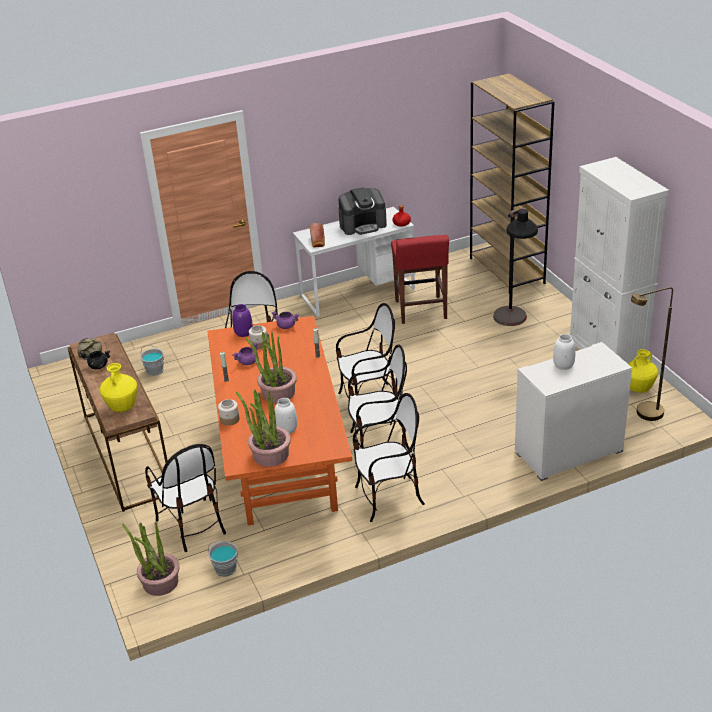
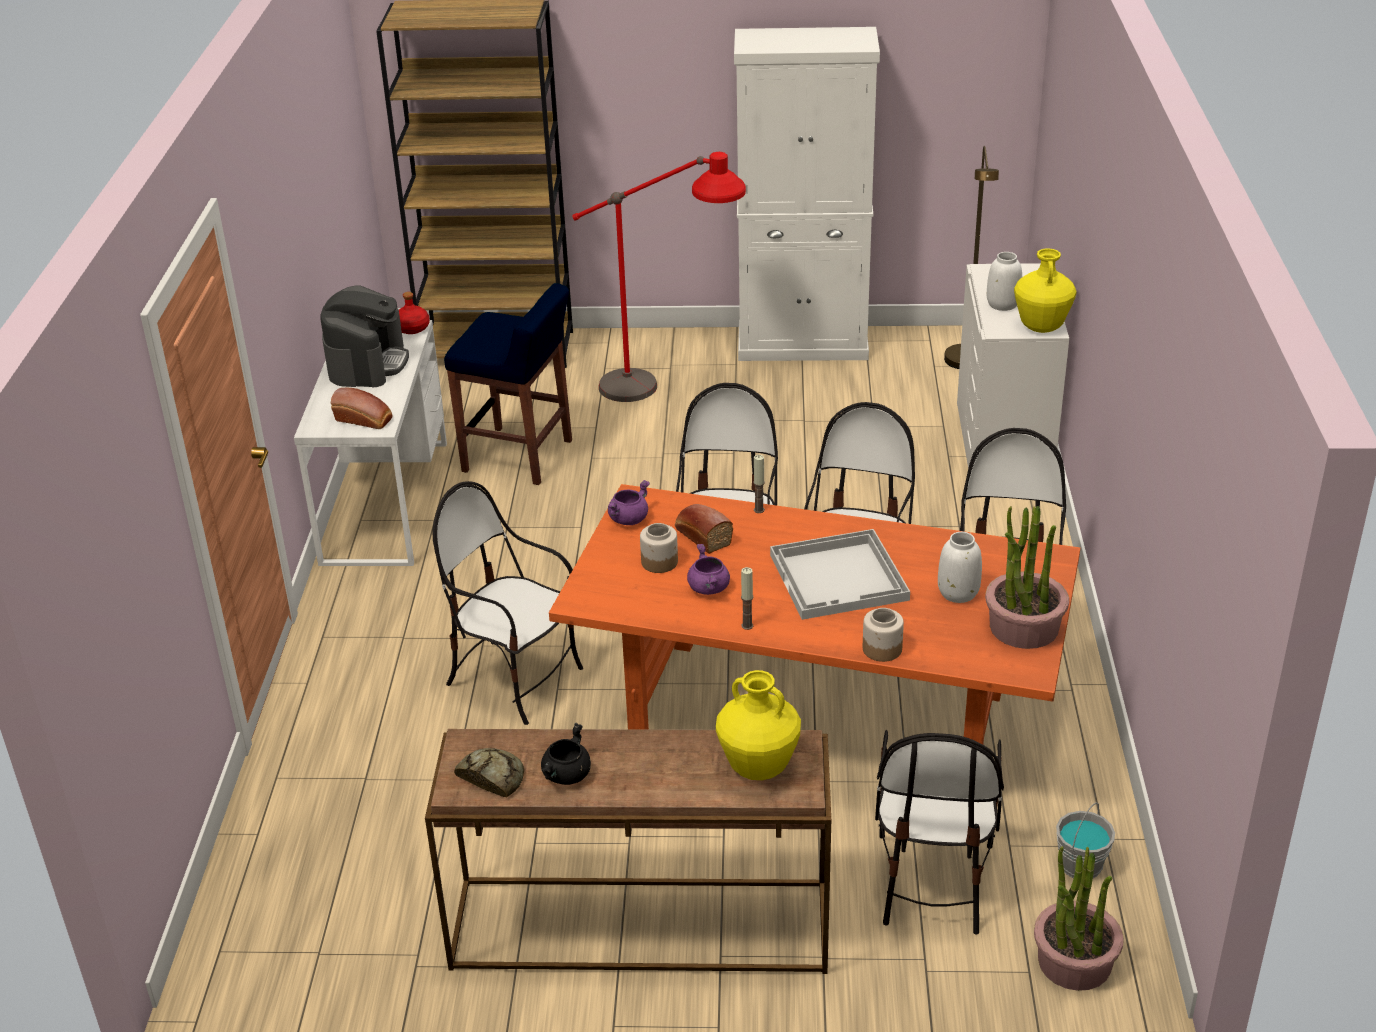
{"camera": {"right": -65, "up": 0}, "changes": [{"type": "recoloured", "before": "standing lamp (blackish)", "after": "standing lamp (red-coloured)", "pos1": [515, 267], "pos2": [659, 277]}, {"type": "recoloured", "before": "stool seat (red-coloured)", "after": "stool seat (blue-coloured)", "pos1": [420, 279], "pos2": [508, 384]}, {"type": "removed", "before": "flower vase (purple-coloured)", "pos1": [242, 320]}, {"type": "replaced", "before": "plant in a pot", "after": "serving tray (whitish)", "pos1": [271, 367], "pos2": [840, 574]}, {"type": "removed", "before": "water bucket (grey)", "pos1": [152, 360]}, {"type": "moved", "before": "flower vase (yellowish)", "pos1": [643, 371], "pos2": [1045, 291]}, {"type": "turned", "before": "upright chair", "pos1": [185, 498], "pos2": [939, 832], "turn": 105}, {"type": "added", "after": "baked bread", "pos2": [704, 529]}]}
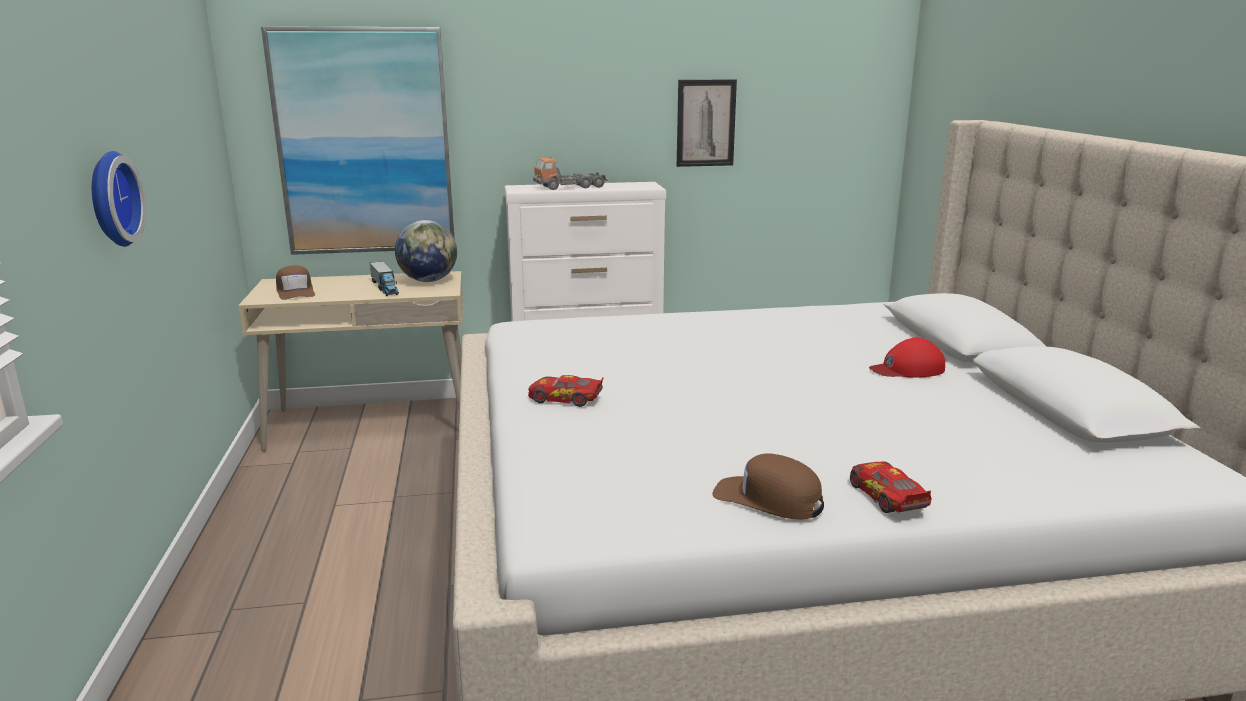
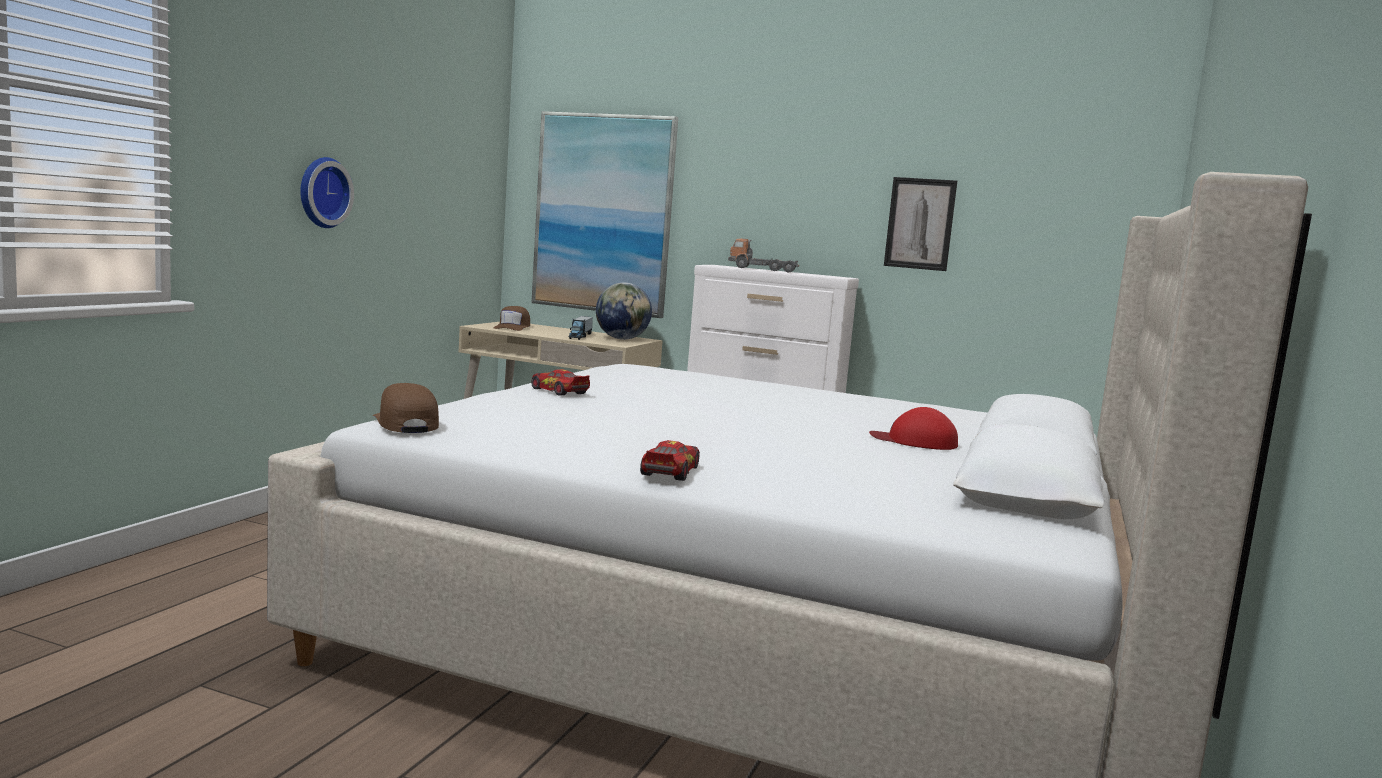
{"camera": {"right": 30, "up": -10}, "changes": [{"type": "moved", "before": "peaked cap (brown-coloured)", "pos1": [768, 486], "pos2": [406, 408]}]}
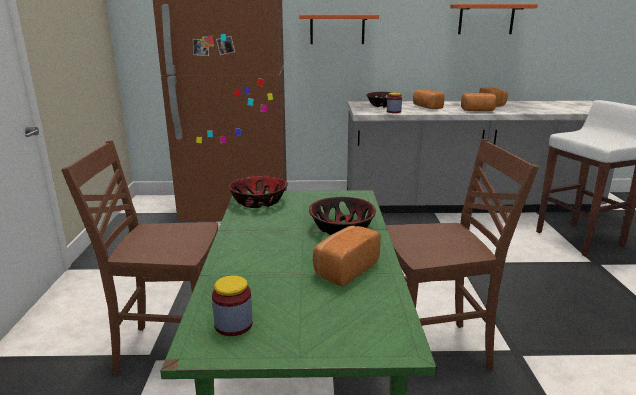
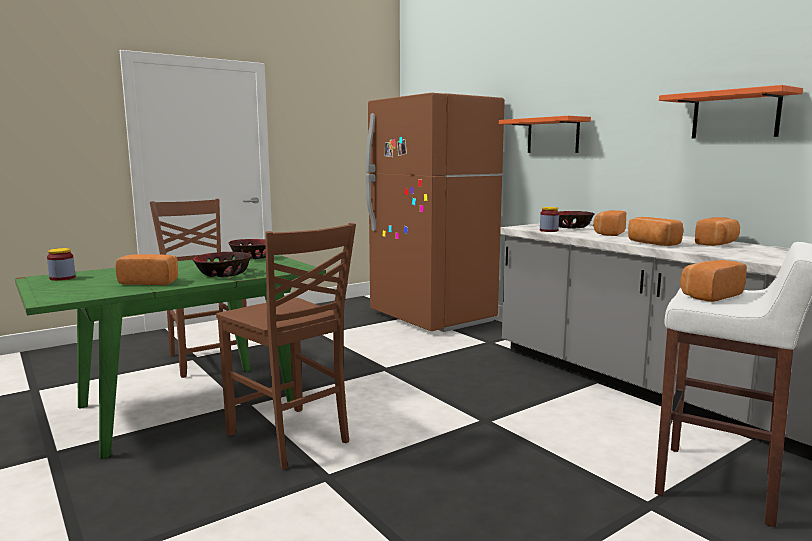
{"camera": {"right": 55, "up": -10}, "changes": [{"type": "added", "after": "baked bread", "pos2": [713, 281]}]}
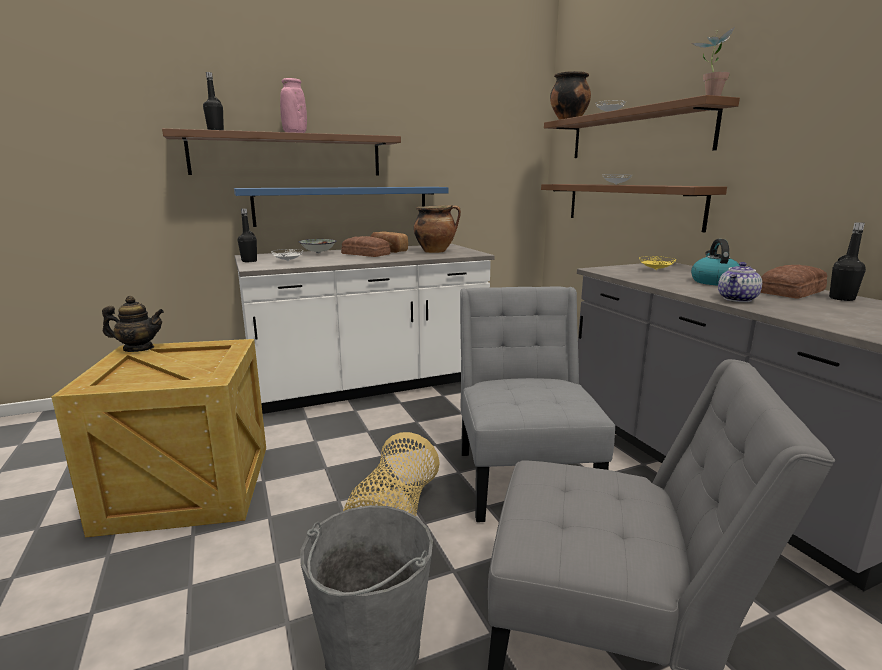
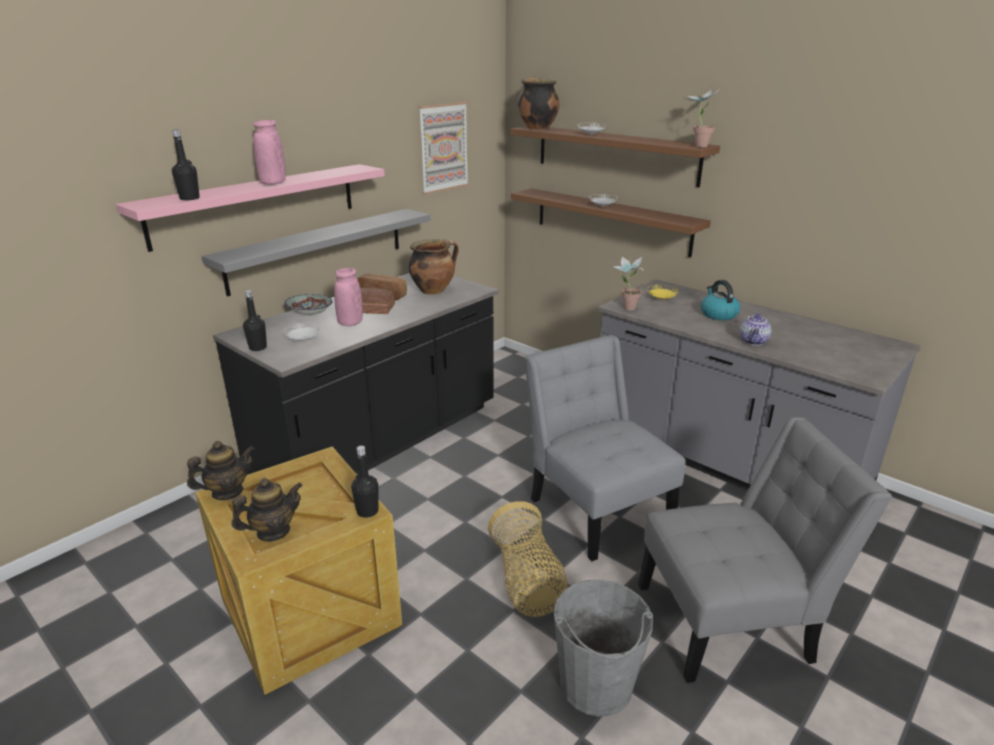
{"camera": {"right": -25, "up": 10}, "changes": [{"type": "recoloured", "before": "wall shelf (brown-coloured)", "after": "wall shelf (pink)", "pos1": [281, 151], "pos2": [250, 208]}, {"type": "recoloured", "before": "wall shelf (blue-coloured)", "after": "wall shelf (grey)", "pos1": [341, 207], "pos2": [316, 253]}, {"type": "moved", "before": "drink bottle (blackish)", "pos1": [847, 261], "pos2": [365, 481]}, {"type": "recoloured", "before": "counter (whitish)", "after": "counter (blackish)", "pos1": [365, 329], "pos2": [356, 374]}, {"type": "removed", "before": "baked bread", "pos1": [793, 282]}, {"type": "added", "after": "wall art", "pos2": [443, 148]}, {"type": "added", "after": "plant in a pot", "pos2": [628, 283]}, {"type": "added", "after": "flower vase (pink)", "pos2": [348, 297]}, {"type": "added", "after": "tea pot", "pos2": [267, 509]}]}
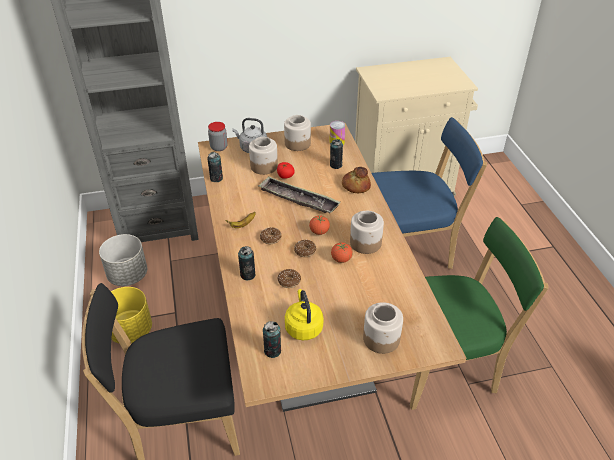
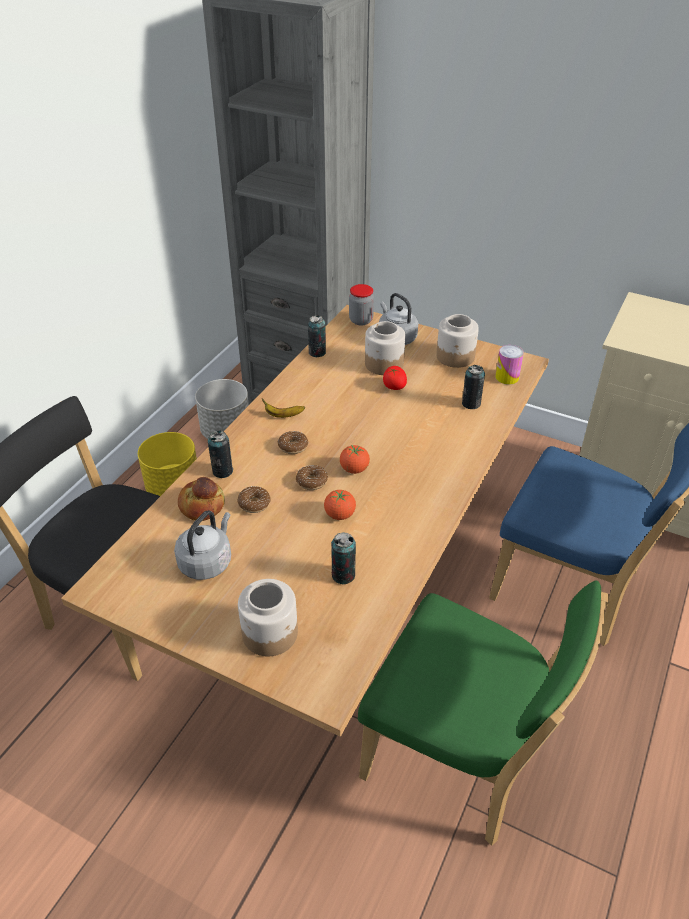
{"camera": {"right": 40, "up": 0}, "changes": [{"type": "moved", "before": "baked bread", "pos1": [356, 180], "pos2": [201, 499]}, {"type": "removed", "before": "serving tray", "pos1": [299, 194]}, {"type": "removed", "before": "preserve jar", "pos1": [367, 232]}, {"type": "recoloured", "before": "kettle (yellowish)", "after": "kettle (grey)", "pos1": [304, 314], "pos2": [202, 545]}, {"type": "moved", "before": "can", "pos1": [272, 339], "pos2": [343, 558]}]}
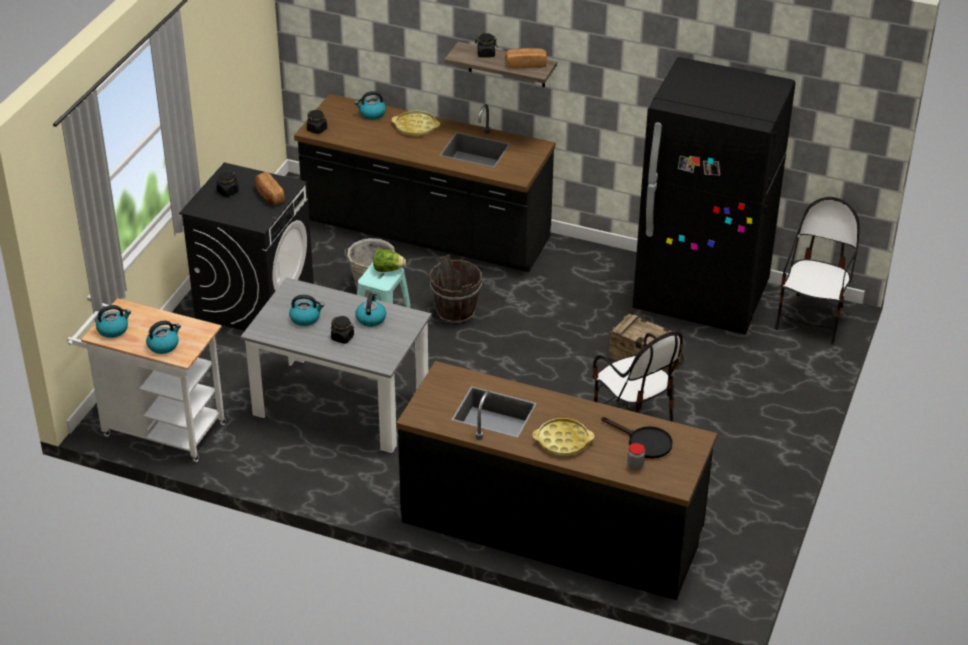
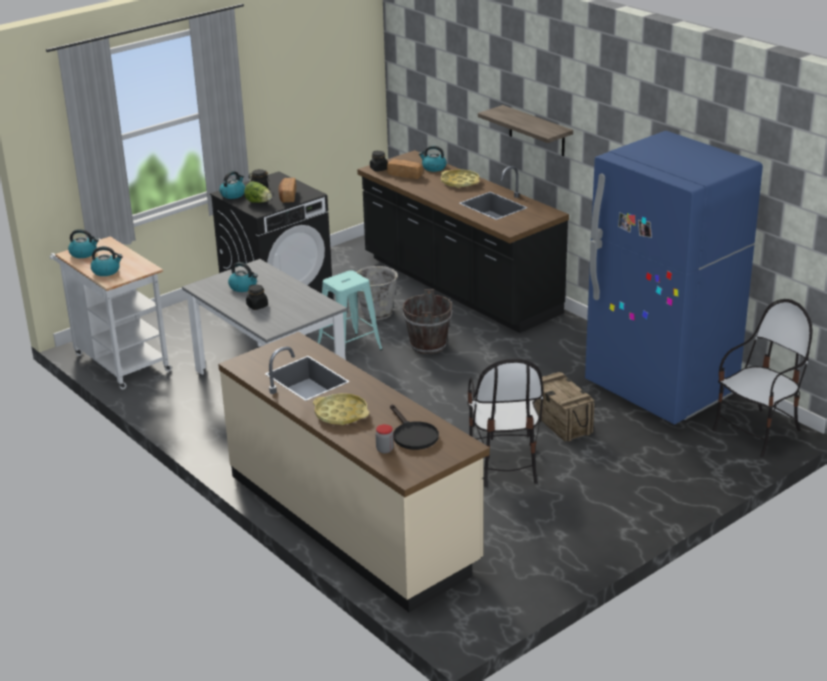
{"camera": {"right": 30, "up": -10}, "changes": [{"type": "removed", "before": "preserve jar (blackish)", "pos1": [486, 45]}, {"type": "moved", "before": "baked bread", "pos1": [526, 58], "pos2": [405, 169]}, {"type": "recoloured", "before": "fridge (blackish)", "after": "fridge (blue-coloured)", "pos1": [714, 196], "pos2": [674, 278]}, {"type": "moved", "before": "lettuce head", "pos1": [389, 260], "pos2": [258, 192]}, {"type": "moved", "before": "kettle", "pos1": [370, 310], "pos2": [232, 185]}, {"type": "recoloured", "before": "counter (blackish)", "after": "counter (beige)", "pos1": [556, 480], "pos2": [354, 472]}]}
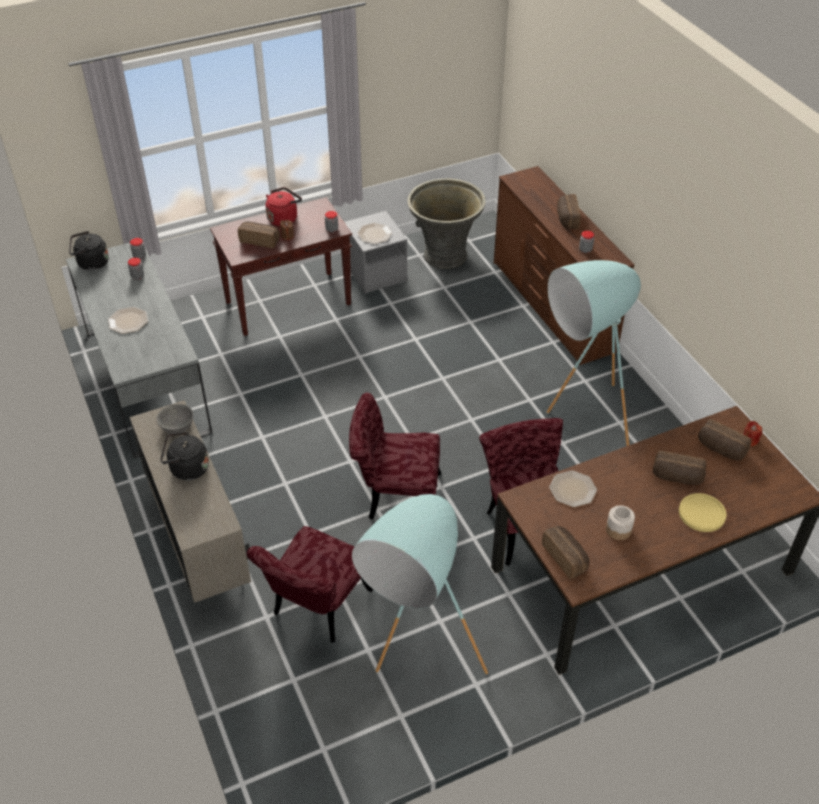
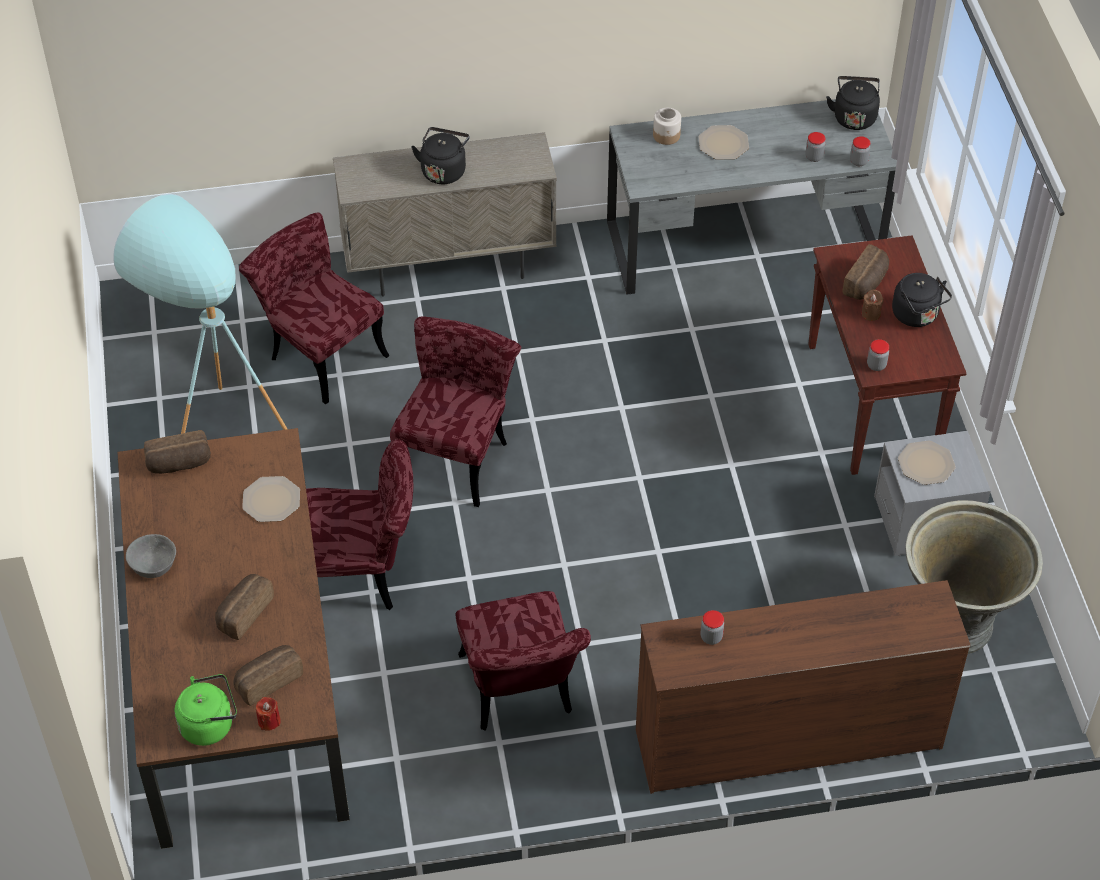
{"camera": {"right": 105, "up": 5}, "changes": [{"type": "recoloured", "before": "kettle (red-coloured)", "after": "kettle (blackish)", "pos1": [283, 206], "pos2": [922, 300]}, {"type": "removed", "before": "baked bread", "pos1": [569, 211]}, {"type": "replaced", "before": "standing lamp (turquoise)", "after": "upright chair (red-coloured)", "pos1": [594, 353], "pos2": [523, 661]}, {"type": "moved", "before": "bowl (grey)", "pos1": [174, 419], "pos2": [151, 556]}, {"type": "removed", "before": "flat dish (yellowish)", "pos1": [702, 512]}, {"type": "moved", "before": "preserve jar", "pos1": [620, 522], "pos2": [667, 126]}, {"type": "added", "after": "kettle (green)", "pos2": [206, 710]}]}
